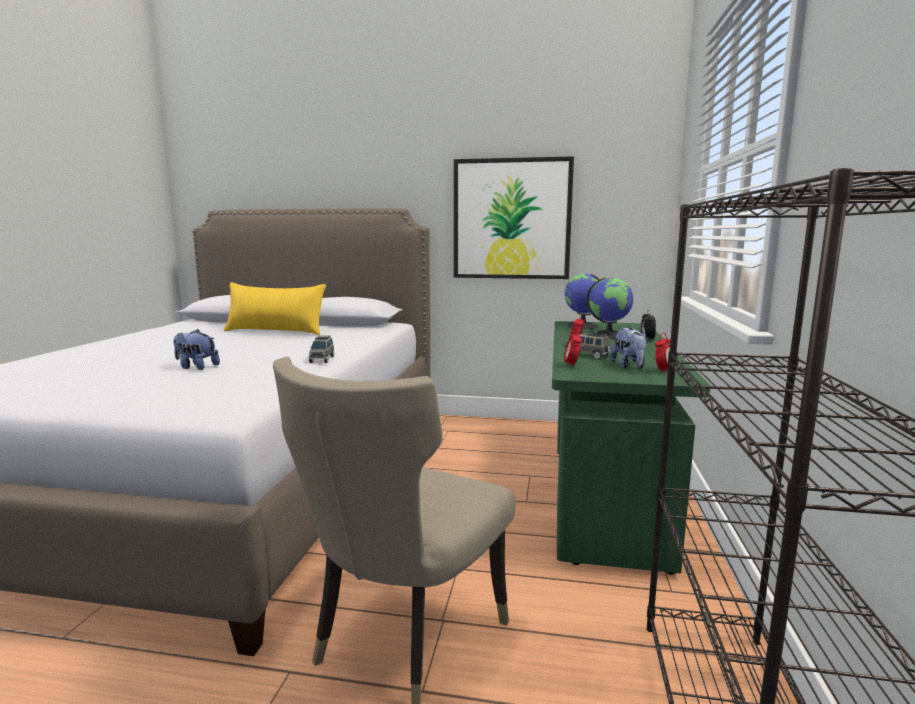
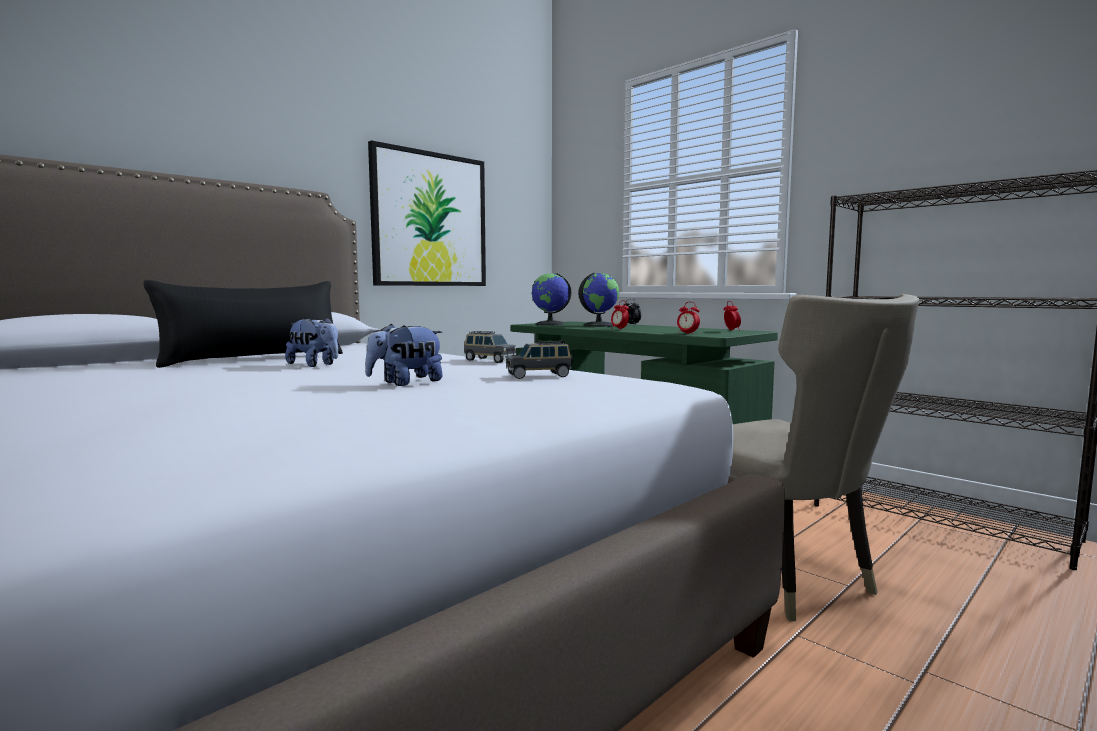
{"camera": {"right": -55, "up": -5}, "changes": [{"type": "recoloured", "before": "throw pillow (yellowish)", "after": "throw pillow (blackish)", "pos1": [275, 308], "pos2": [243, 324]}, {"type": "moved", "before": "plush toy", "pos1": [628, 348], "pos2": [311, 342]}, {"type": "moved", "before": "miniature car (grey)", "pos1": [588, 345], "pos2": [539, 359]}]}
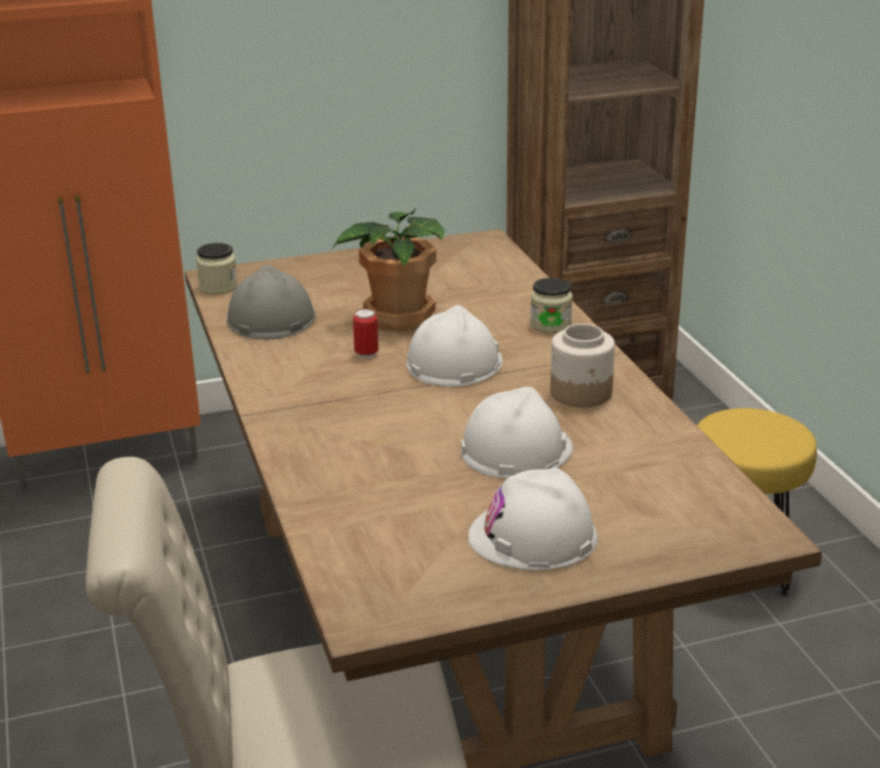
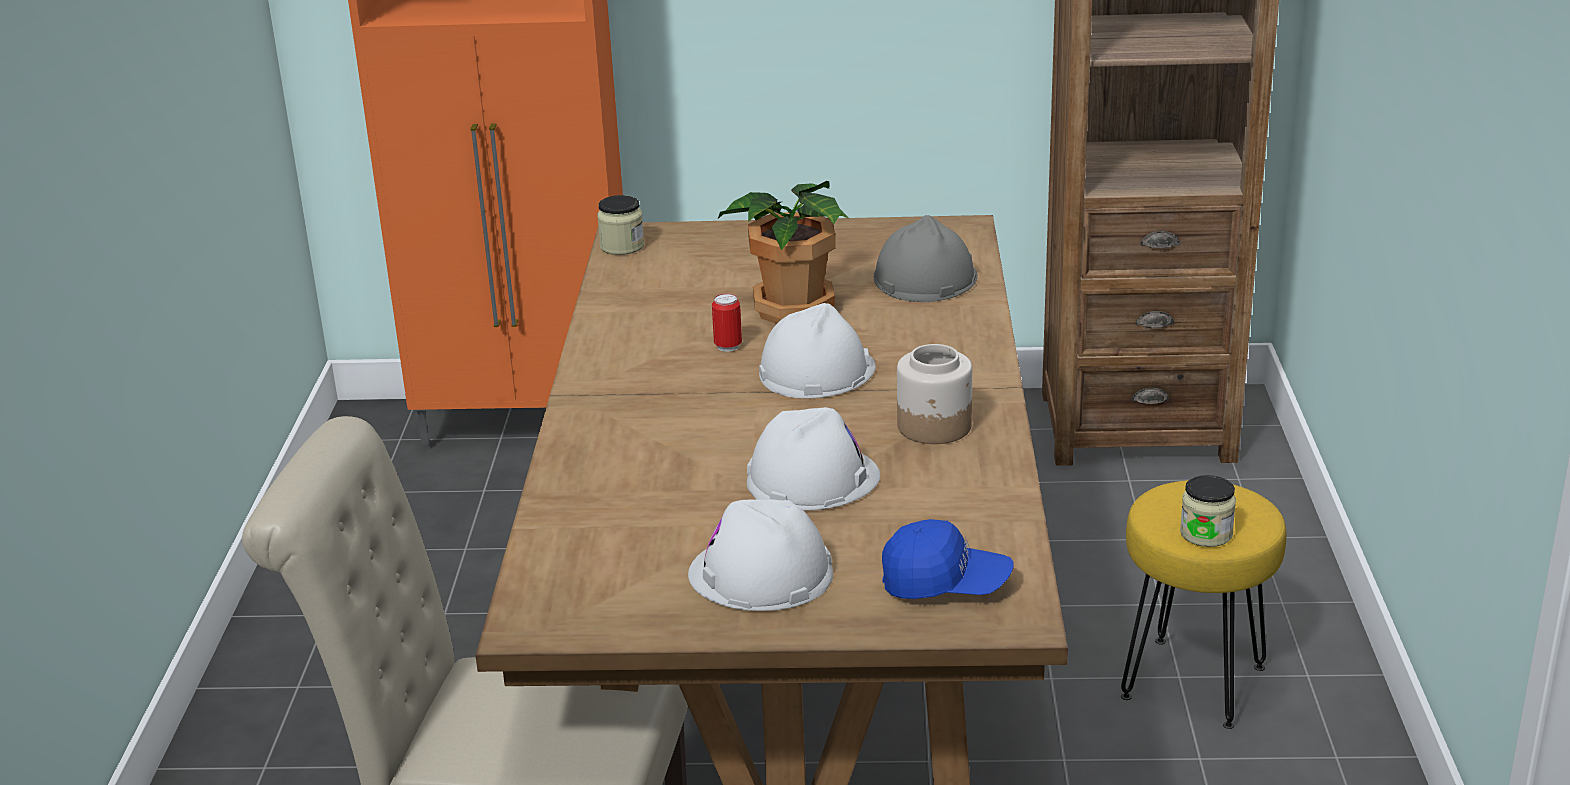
{"camera": {"right": 20, "up": 0}, "changes": [{"type": "moved", "before": "work helmet (grey)", "pos1": [271, 302], "pos2": [926, 258]}, {"type": "moved", "before": "preserve jar", "pos1": [551, 305], "pos2": [1208, 511]}, {"type": "added", "after": "peaked cap (blue-coloured)", "pos2": [948, 559]}]}
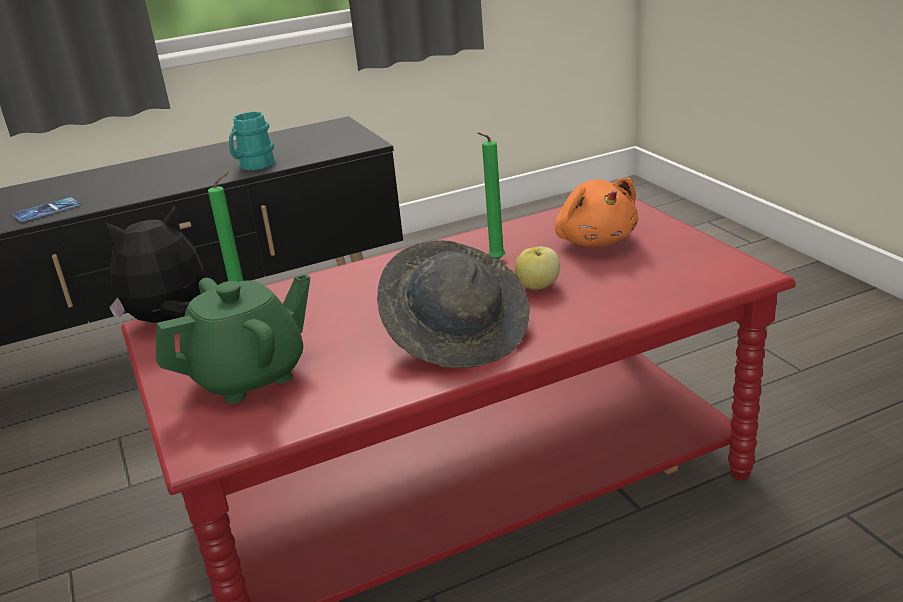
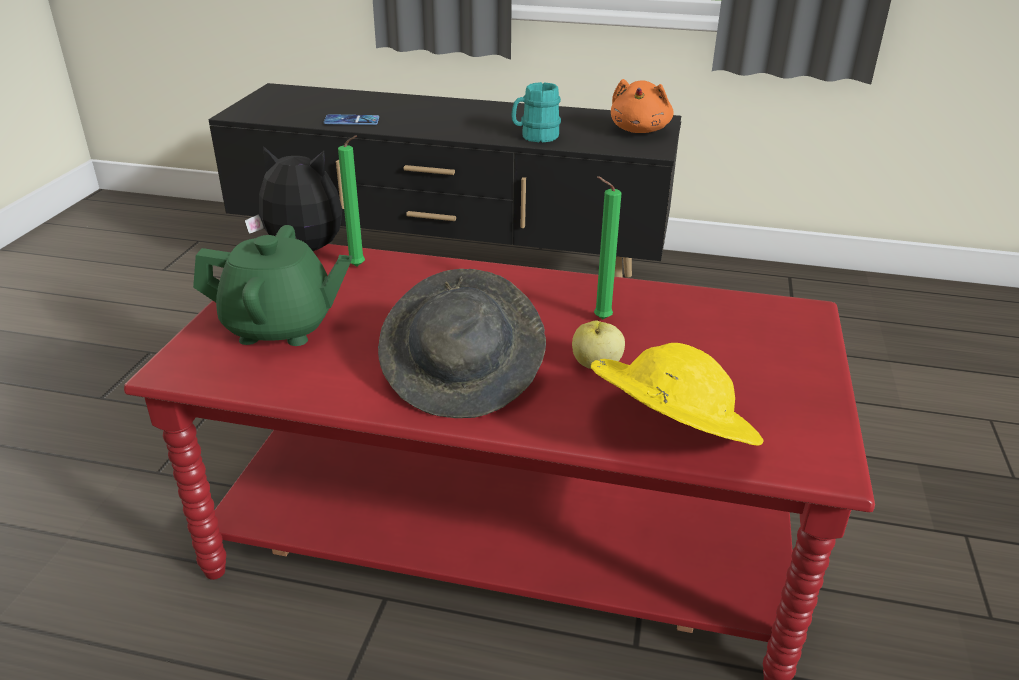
{"camera": {"right": 35, "up": 5}, "changes": [{"type": "moved", "before": "plush toy (orange-coloured)", "pos1": [596, 212], "pos2": [642, 106]}, {"type": "added", "after": "clothing hat (yellowish)", "pos2": [677, 394]}]}
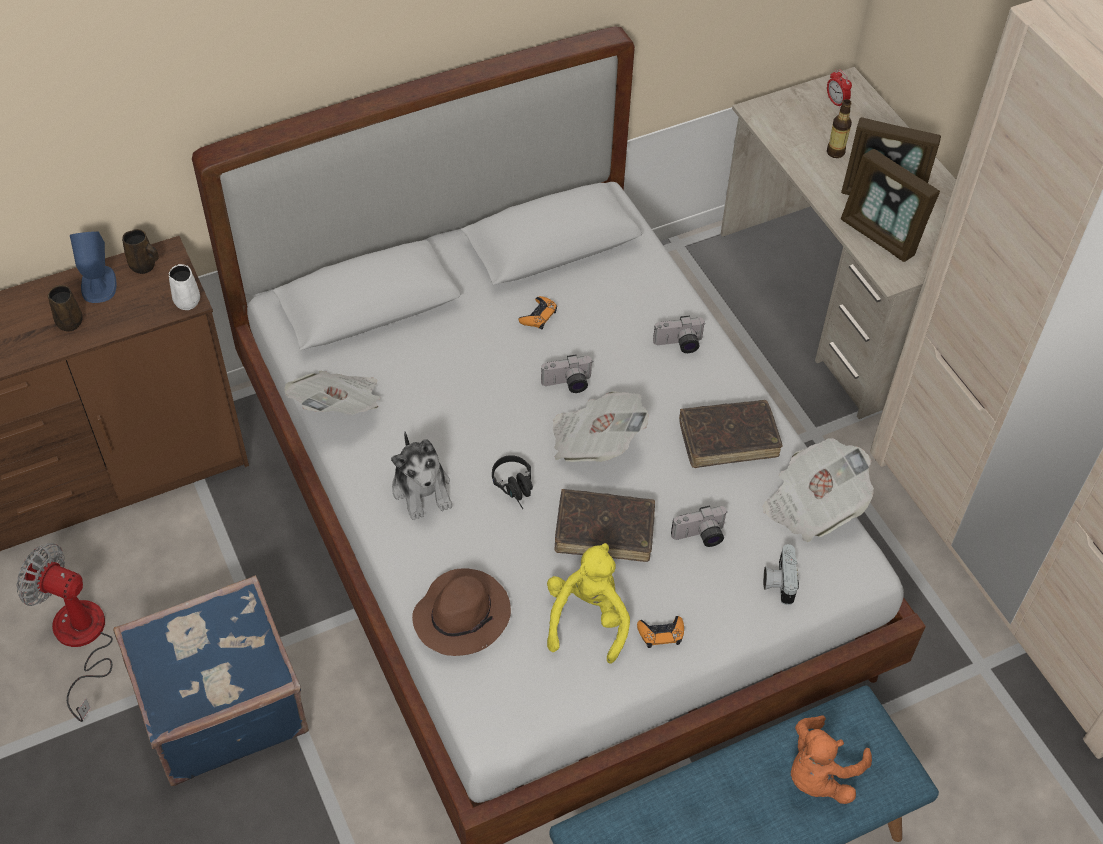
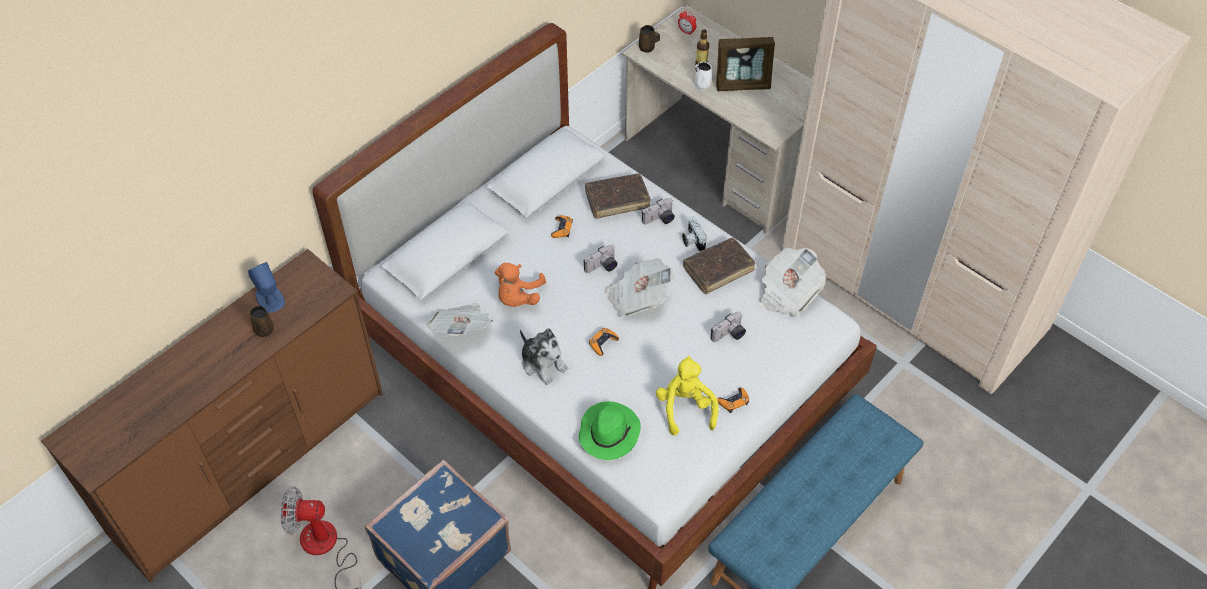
{"camera": {"right": -20, "up": 0}, "changes": [{"type": "removed", "before": "photo frame", "pos1": [890, 205]}, {"type": "moved", "before": "coffee mug (brown-coloured)", "pos1": [140, 251], "pos2": [649, 39]}, {"type": "moved", "before": "coffee mug (whitish)", "pos1": [184, 287], "pos2": [703, 76]}, {"type": "replaced", "before": "headphones (blackish)", "after": "joypad (orange-coloured)", "pos1": [512, 482], "pos2": [604, 342]}, {"type": "moved", "before": "book (brown-coloured)", "pos1": [605, 525], "pos2": [618, 196]}, {"type": "moved", "before": "still camera", "pos1": [781, 574], "pos2": [694, 233]}, {"type": "recoloured", "before": "clothing hat (brown-coloured)", "after": "clothing hat (green)", "pos1": [461, 612], "pos2": [610, 430]}, {"type": "moved", "before": "plush toy (orange-coloured)", "pos1": [831, 759], "pos2": [520, 285]}]}
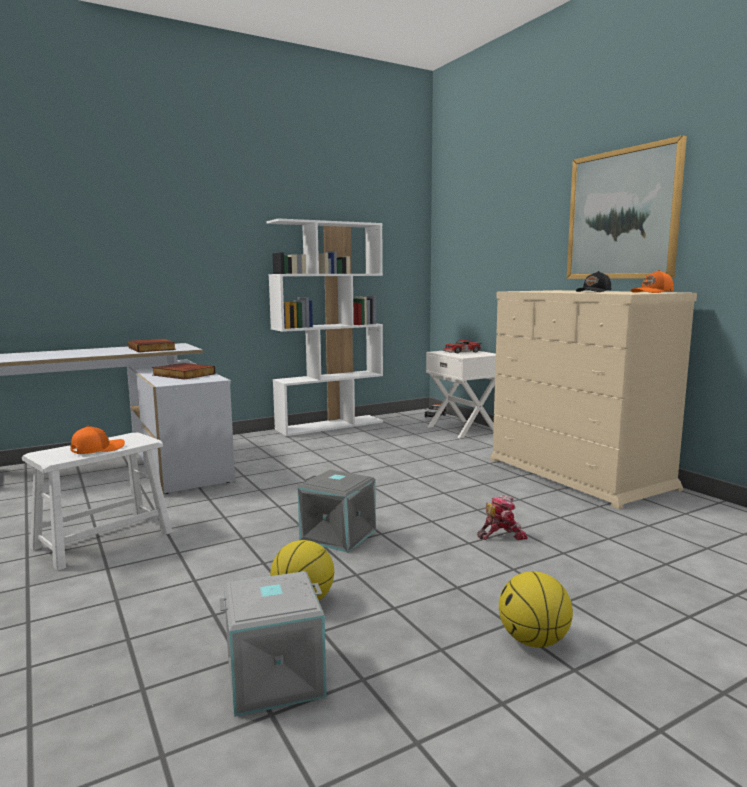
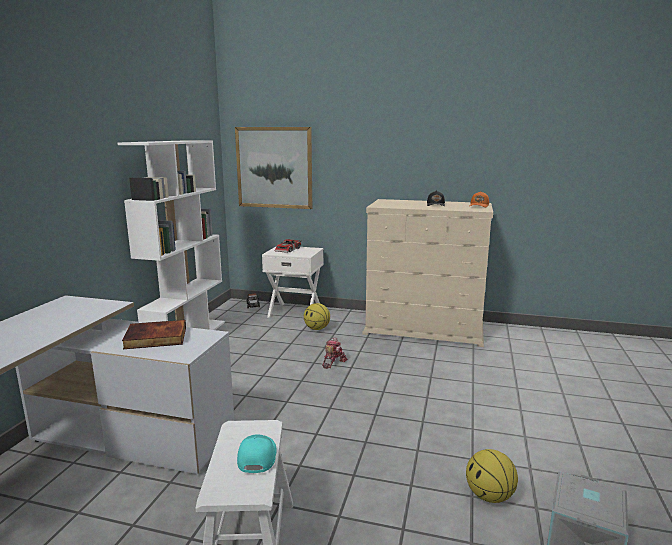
{"camera": {"right": -45, "up": 5}, "changes": [{"type": "moved", "before": "wall art", "pos1": [627, 207], "pos2": [273, 168]}, {"type": "removed", "before": "book", "pos1": [152, 345]}, {"type": "recoloured", "before": "peaked cap (orange-coloured)", "after": "peaked cap (turquoise)", "pos1": [98, 439], "pos2": [257, 453]}, {"type": "removed", "before": "storage bin (grey)", "pos1": [337, 511]}, {"type": "moved", "before": "model robot", "pos1": [502, 517], "pos2": [335, 353]}, {"type": "moved", "before": "basketball", "pos1": [536, 609], "pos2": [317, 316]}]}
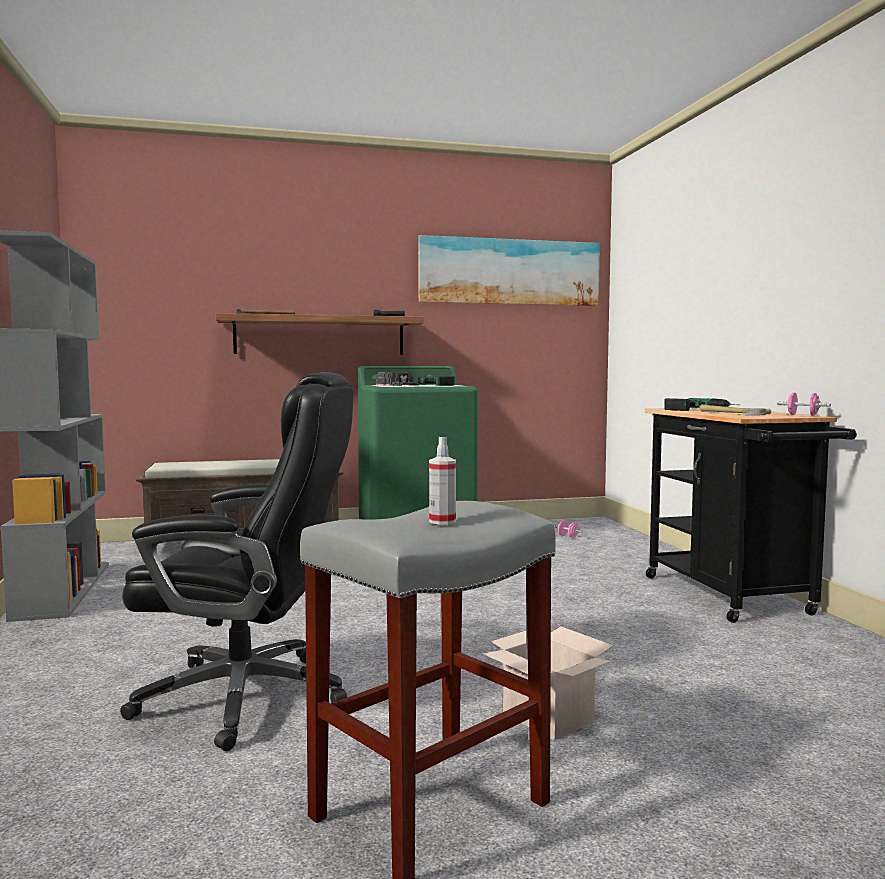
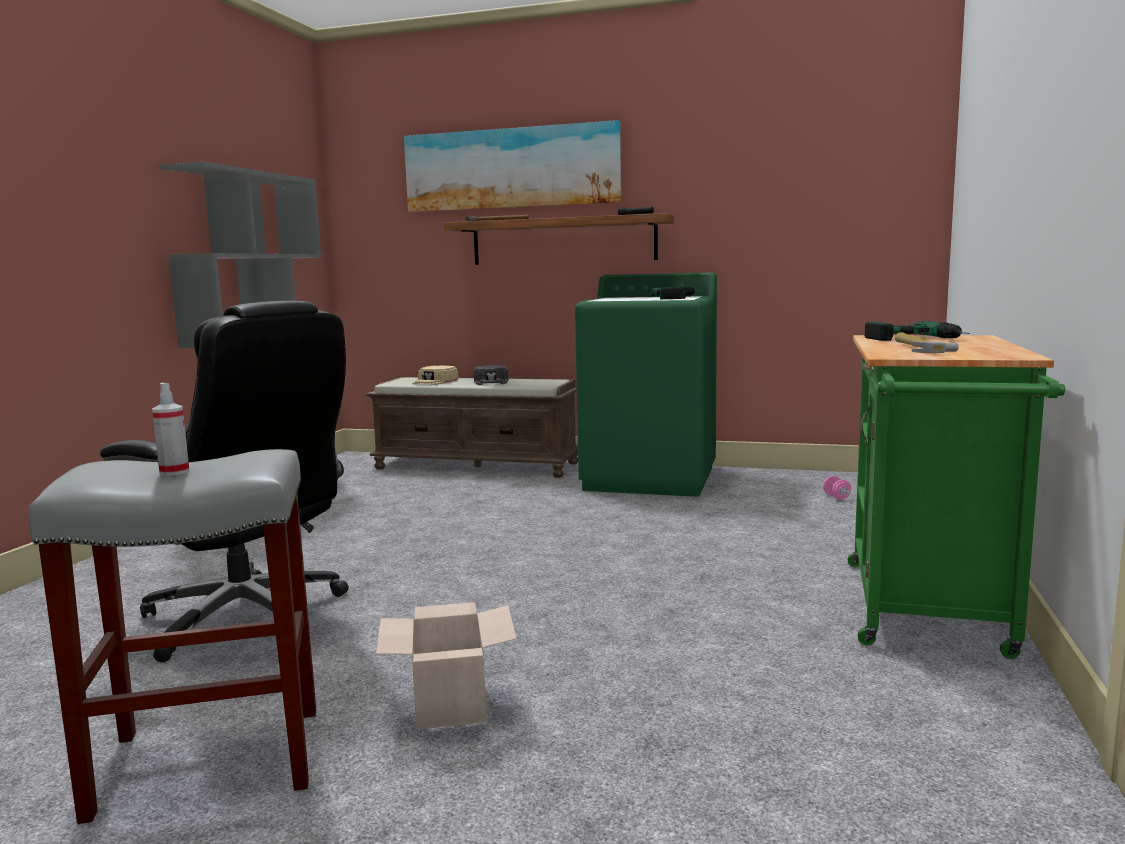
{"camera": {"right": 30, "up": 5}, "changes": [{"type": "moved", "before": "wall art", "pos1": [509, 270], "pos2": [512, 166]}, {"type": "moved", "before": "peaked cap (blackish)", "pos1": [397, 379], "pos2": [491, 375]}, {"type": "removed", "before": "free weight (pink)", "pos1": [804, 404]}, {"type": "recoloured", "before": "wheeled cart (blackish)", "after": "wheeled cart (green)", "pos1": [750, 515], "pos2": [956, 497]}, {"type": "added", "after": "peaked cap (beige)", "pos2": [435, 375]}]}
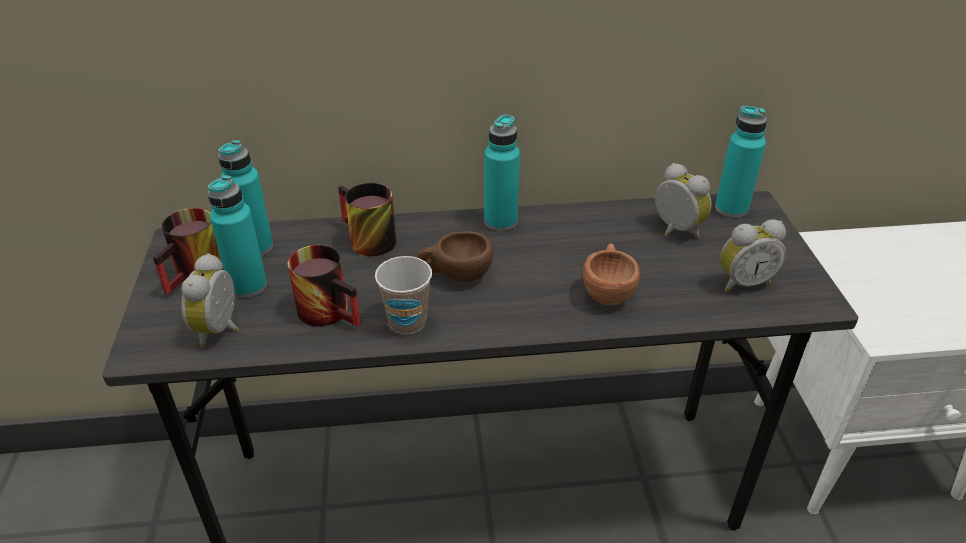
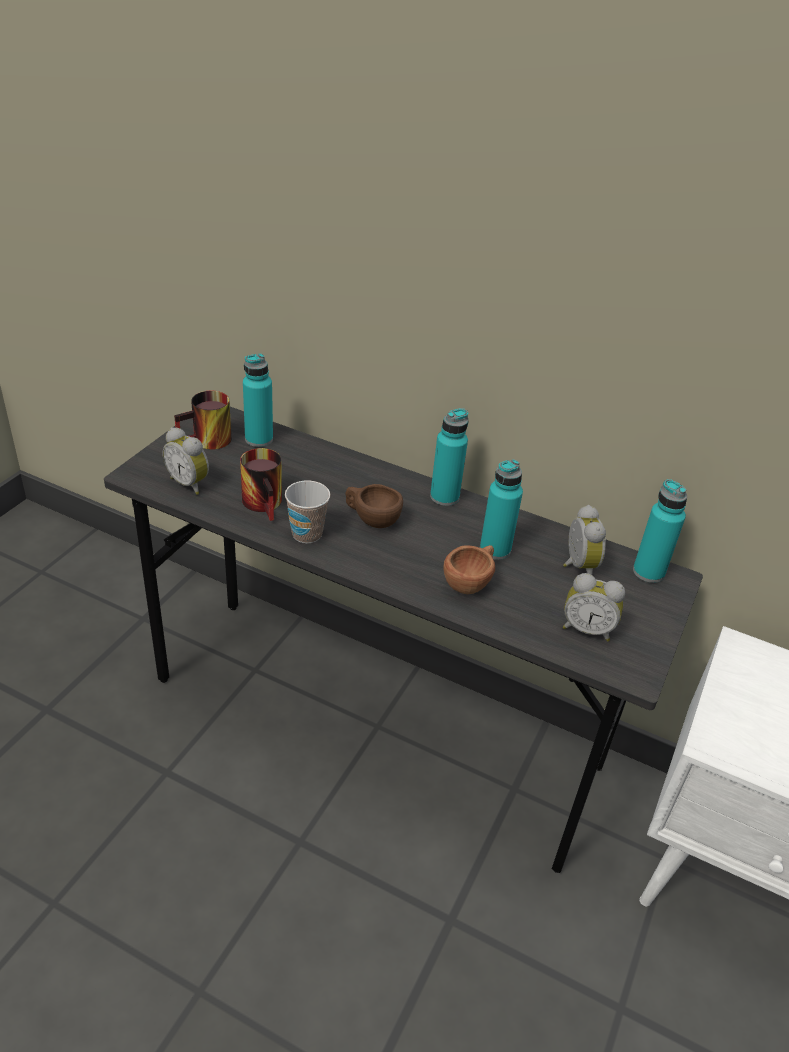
{"camera": {"right": 30, "up": 0}, "changes": [{"type": "moved", "before": "drink bottle (turquoise)", "pos1": [237, 236], "pos2": [501, 509]}, {"type": "removed", "before": "coffee mug", "pos1": [367, 219]}, {"type": "turned", "before": "table clock", "pos1": [210, 300], "pos2": [186, 461], "turn": -90}]}
